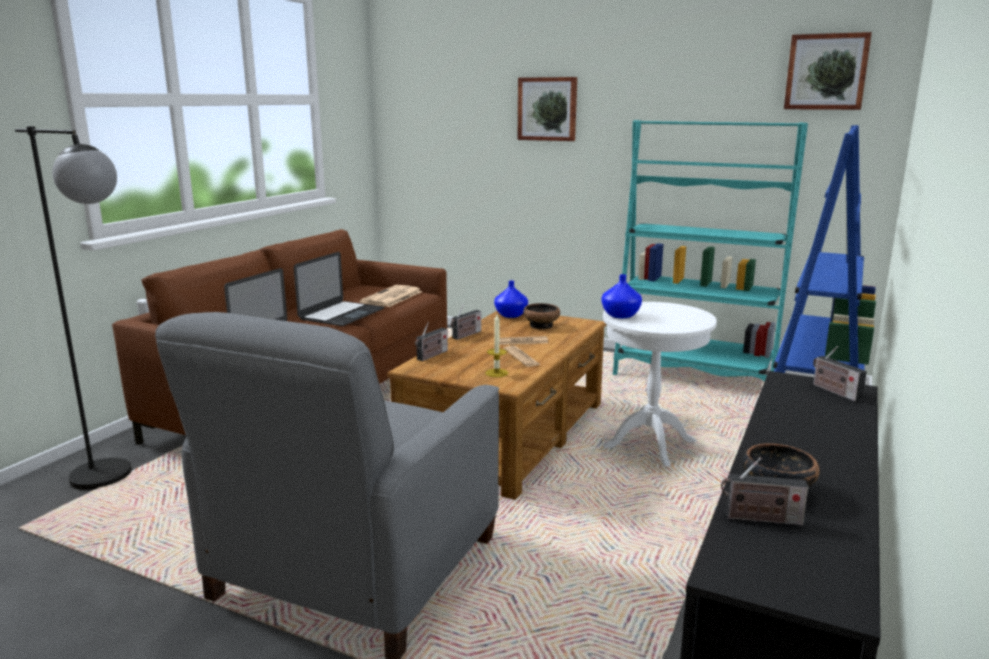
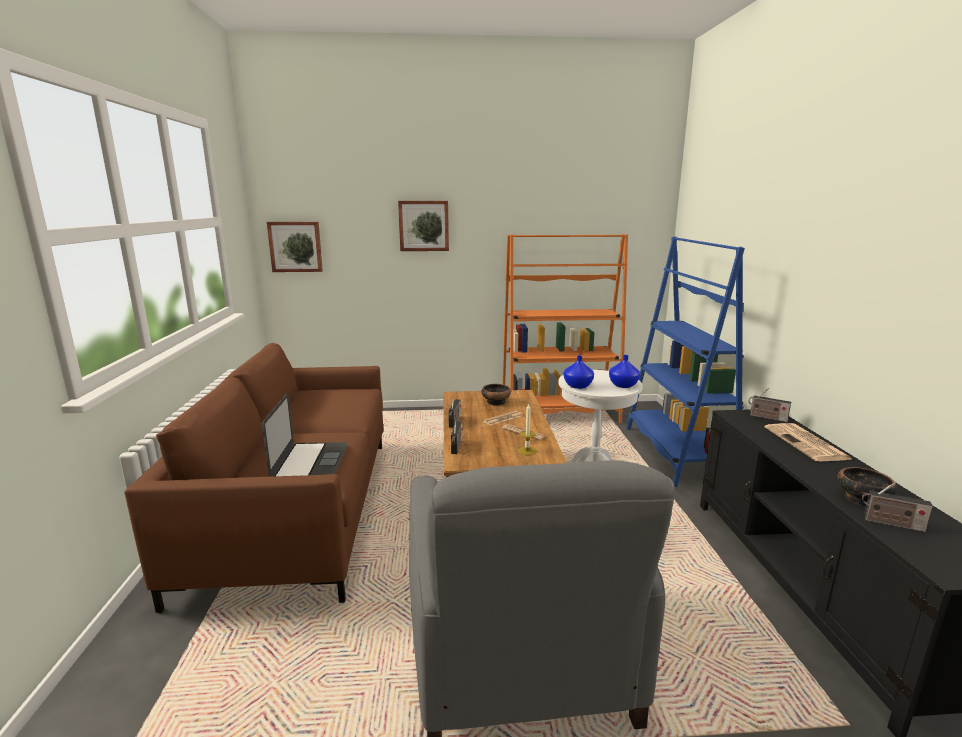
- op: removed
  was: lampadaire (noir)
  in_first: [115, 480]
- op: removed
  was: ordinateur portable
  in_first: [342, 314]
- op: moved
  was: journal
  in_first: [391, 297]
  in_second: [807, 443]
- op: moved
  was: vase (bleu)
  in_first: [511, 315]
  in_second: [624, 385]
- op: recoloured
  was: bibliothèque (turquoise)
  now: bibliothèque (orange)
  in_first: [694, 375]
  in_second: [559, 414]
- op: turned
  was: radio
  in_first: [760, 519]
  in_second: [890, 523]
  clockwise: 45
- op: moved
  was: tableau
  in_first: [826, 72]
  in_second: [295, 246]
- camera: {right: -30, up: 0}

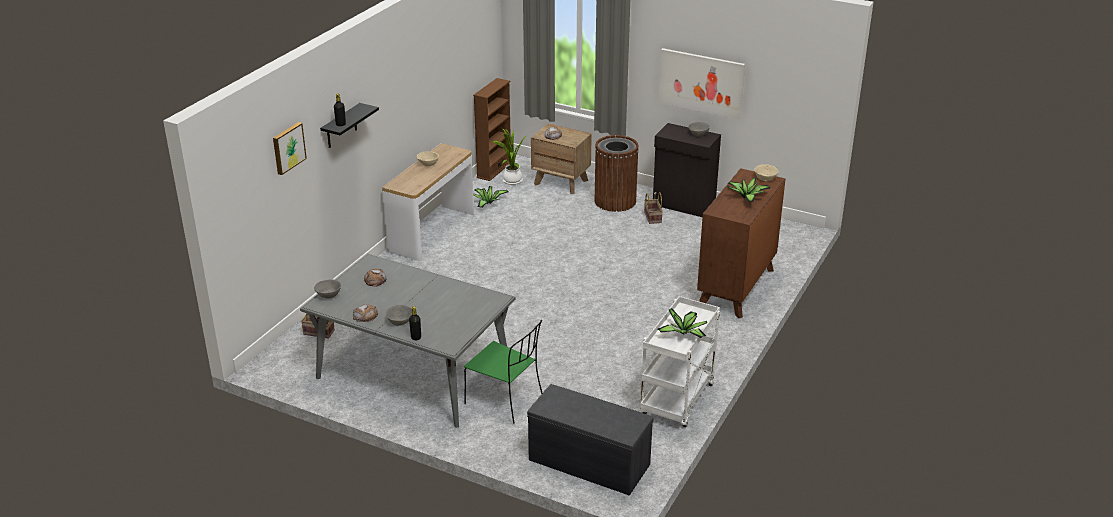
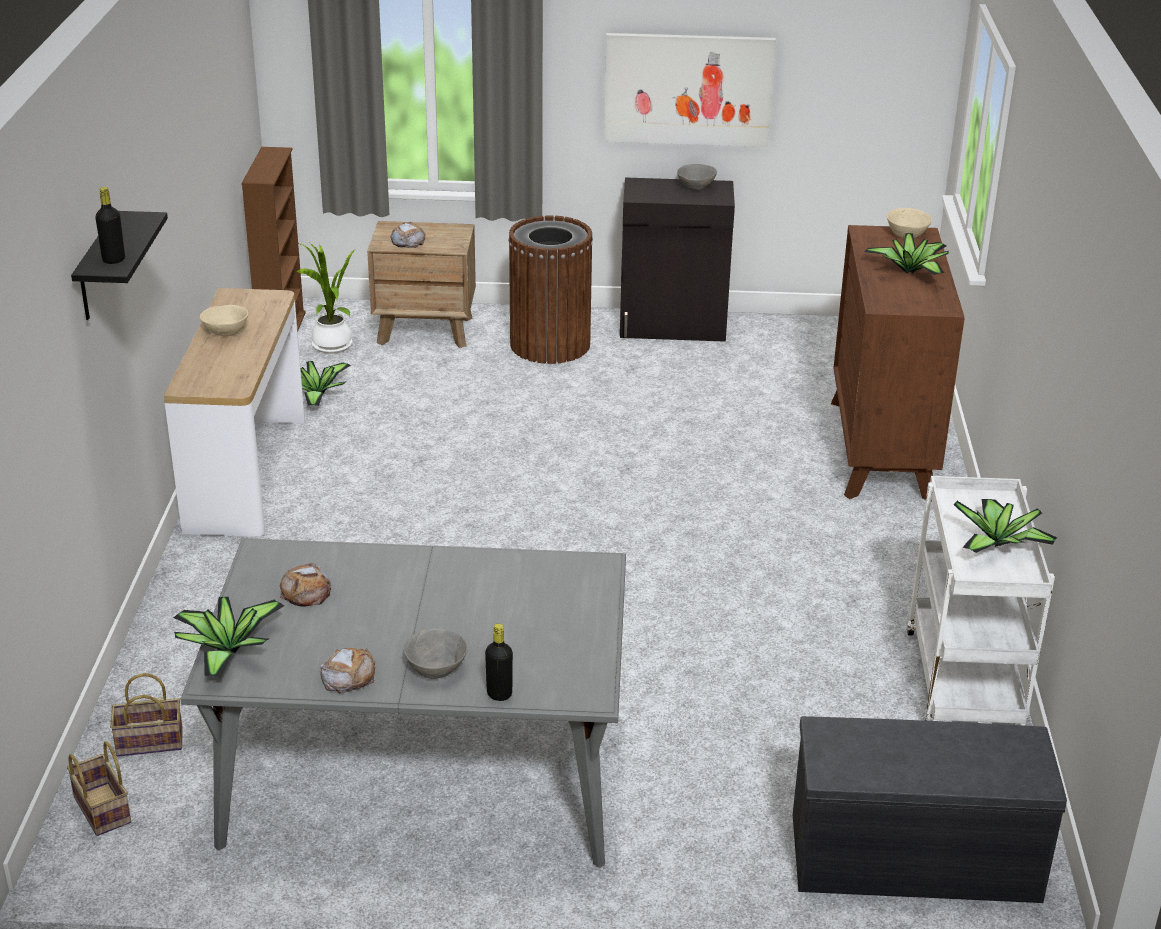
- op: removed
  was: tableau
  in_first: [288, 148]
- op: replaced
  was: bol (gris)
  now: plante en pot
  in_first: [329, 295]
  in_second: [227, 650]
- op: removed
  was: chaise (vert)
  in_first: [505, 400]
- op: moved
  was: panier
  in_first: [652, 217]
  in_second: [100, 809]
- camera: {right: -25, up: 0}

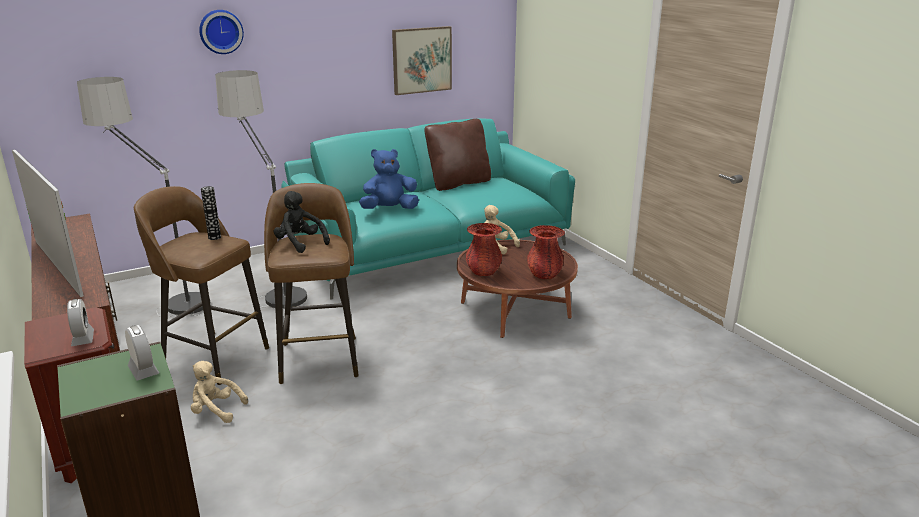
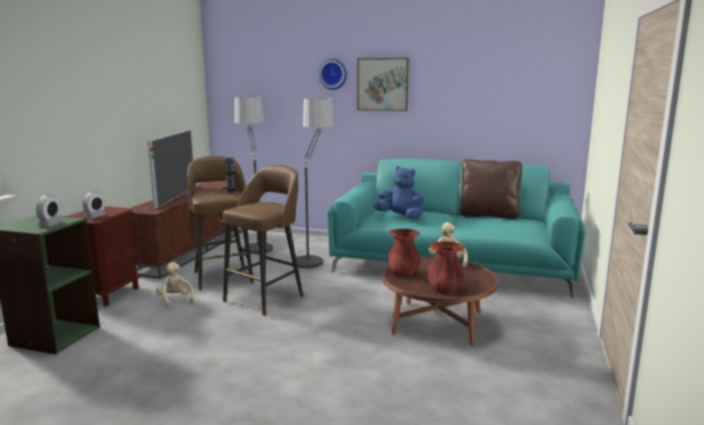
- op: removed
  was: peluche (noir)
  in_first: [300, 243]
- op: moved
  was: tableau
  in_first: [421, 60]
  in_second: [383, 84]
- camera: {right: 45, up: -10}

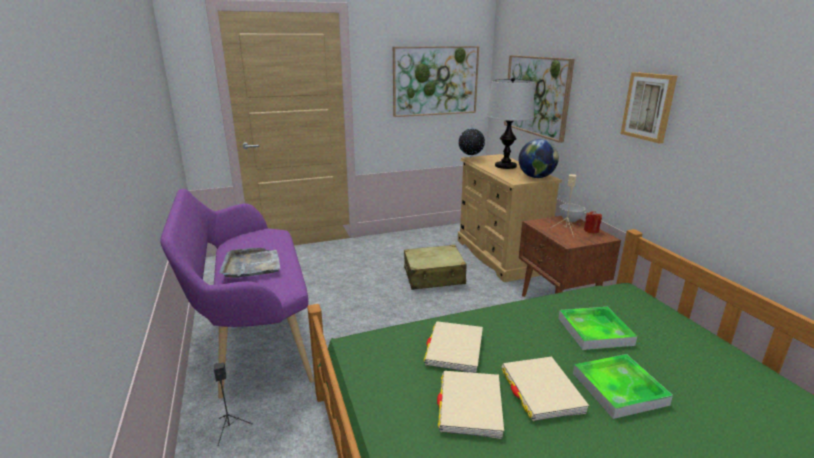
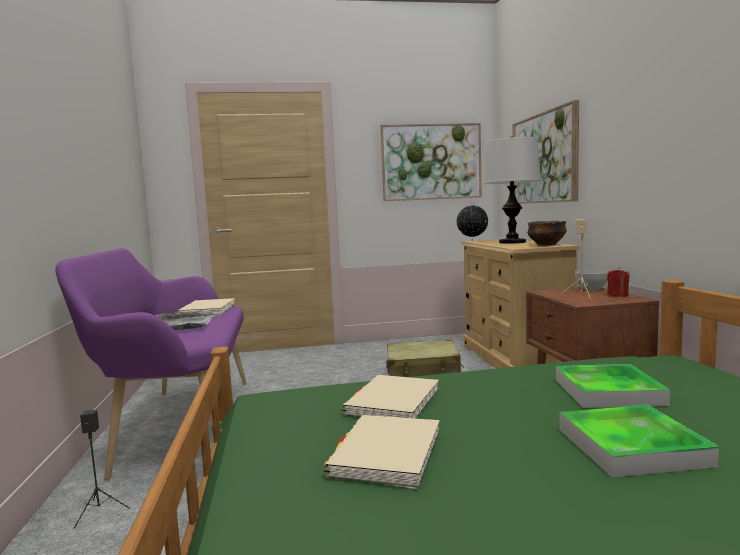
- op: moved
  was: livre (beige)
  in_first: [541, 391]
  in_second: [207, 311]
- op: replaced
  was: globe
  now: bol
  in_first: [536, 177]
  in_second: [546, 245]
- op: removed
  was: tableau
  in_first: [648, 106]
- camera: {right: 10, up: -15}

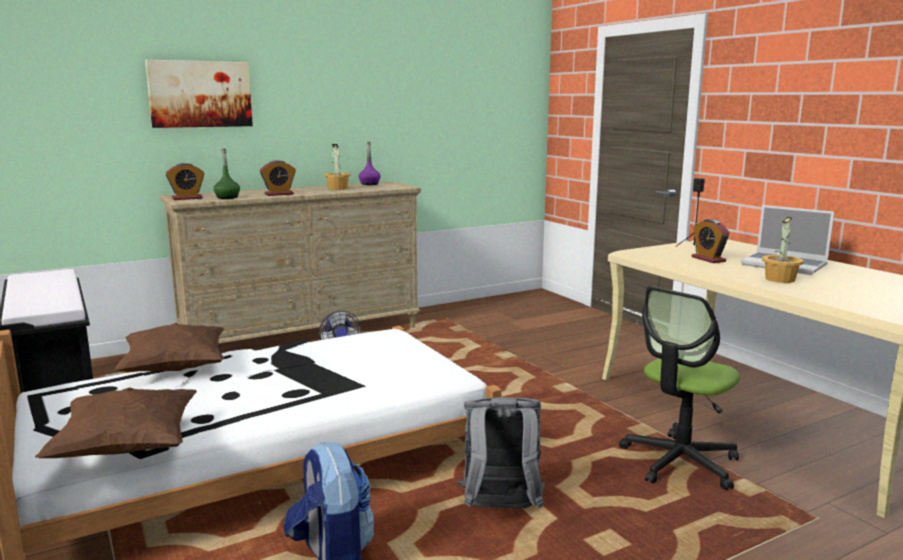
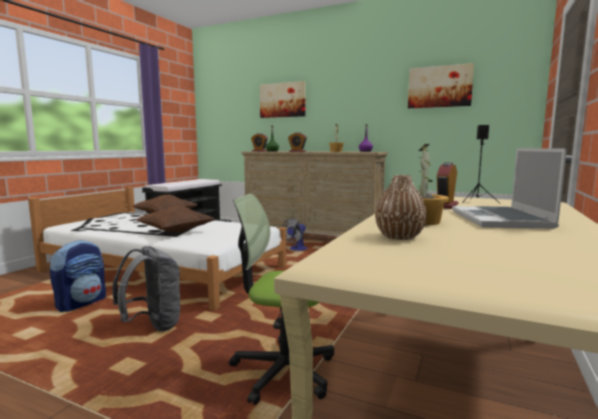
- op: moved
  was: coussin (marron)
  in_first: [127, 448]
  in_second: [176, 232]
- op: added
  now: vase (marron)
  in_second: [399, 237]
- op: added
  now: tableau
  in_second: [439, 87]
- camera: {right: 55, up: -5}

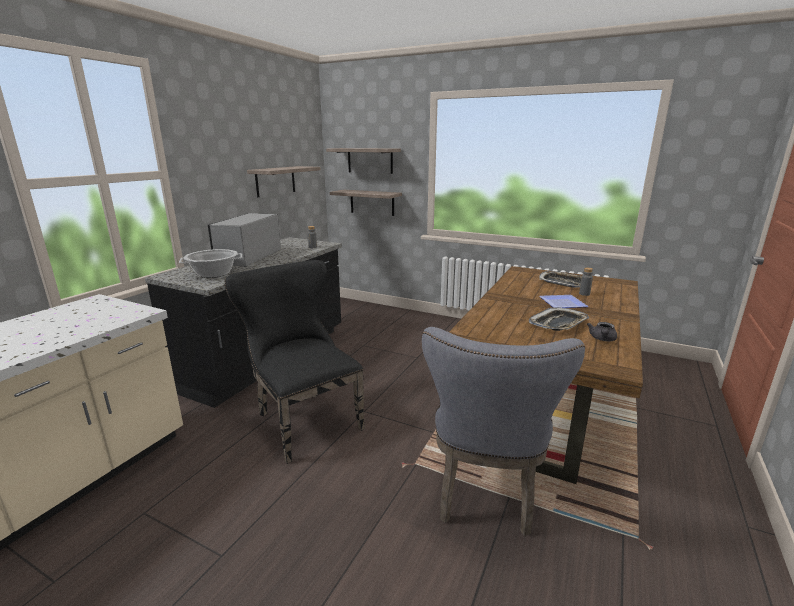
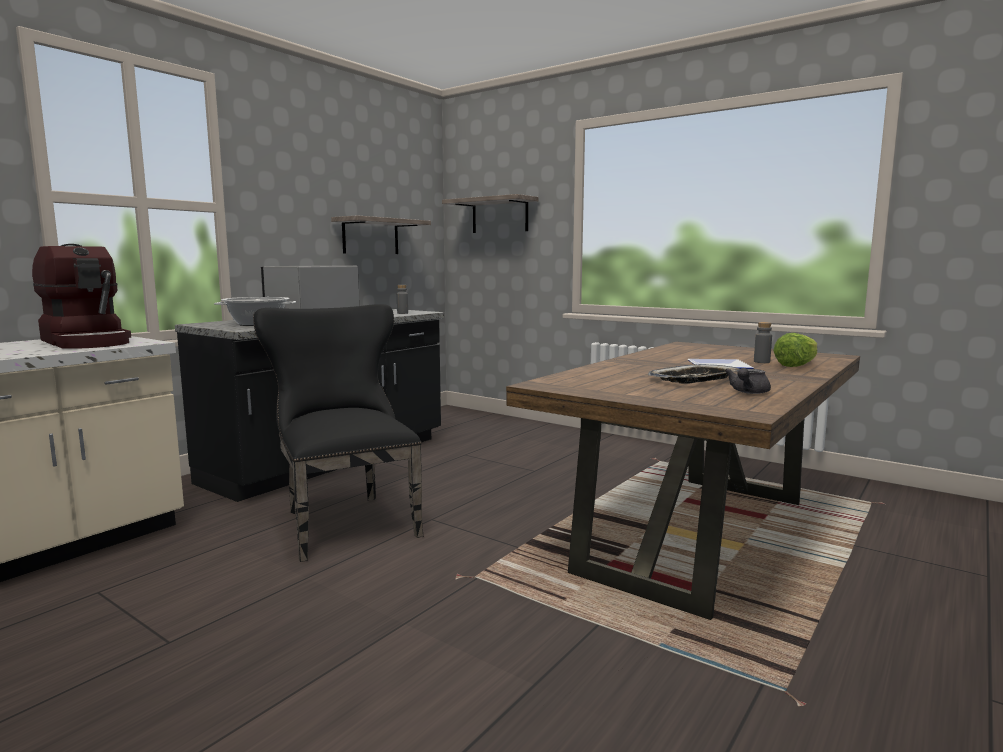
- op: removed
  was: étagère
  in_first: [372, 202]
- op: removed
  was: chaise (gris)
  in_first: [485, 492]
- op: removed
  was: plateau
  in_first: [563, 282]
- op: added
  now: machine à café
  in_second: [88, 342]
- op: added
  now: laitue
  in_second: [796, 365]
- camera: {right: 10, up: -10}

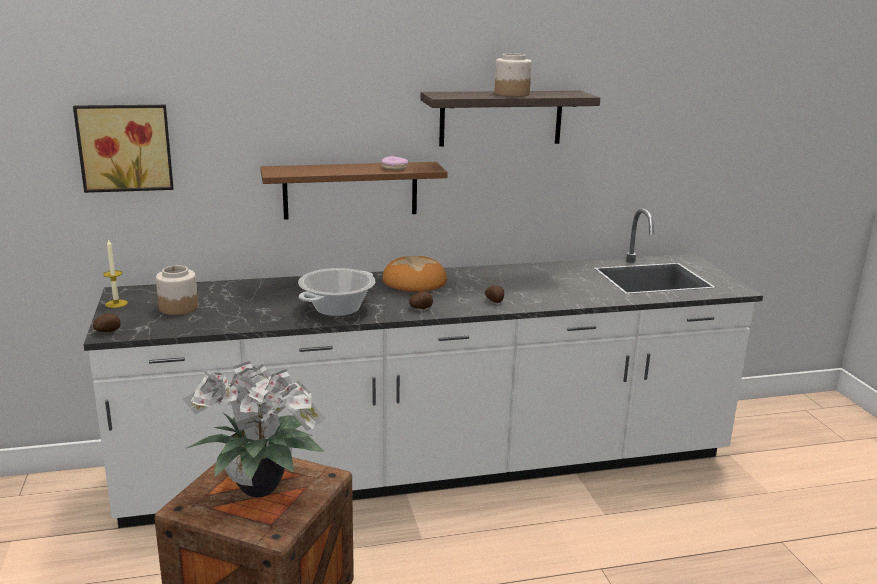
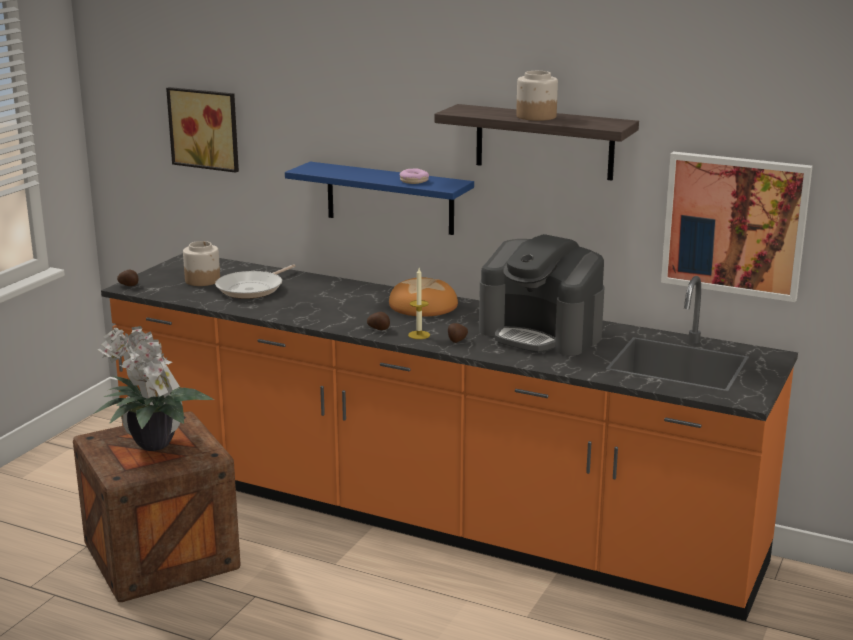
- op: recoloured
  was: comptoir de cuisine (blanc)
  now: comptoir de cuisine (orange)
  in_first: [433, 469]
  in_second: [426, 516]
- op: moved
  was: bougie
  in_first: [116, 304]
  in_second: [419, 335]
- op: recoloured
  was: étagère (marron)
  now: étagère (bleu)
  in_first: [350, 190]
  in_second: [389, 198]
- op: removed
  was: marmite
  in_first: [337, 308]
- op: added
  now: poêle
  in_second: [253, 288]
- op: added
  now: machine à café
  in_second: [541, 333]
- op: added
  now: tableau
  in_second: [734, 225]
- camera: {right: 40, up: 0}

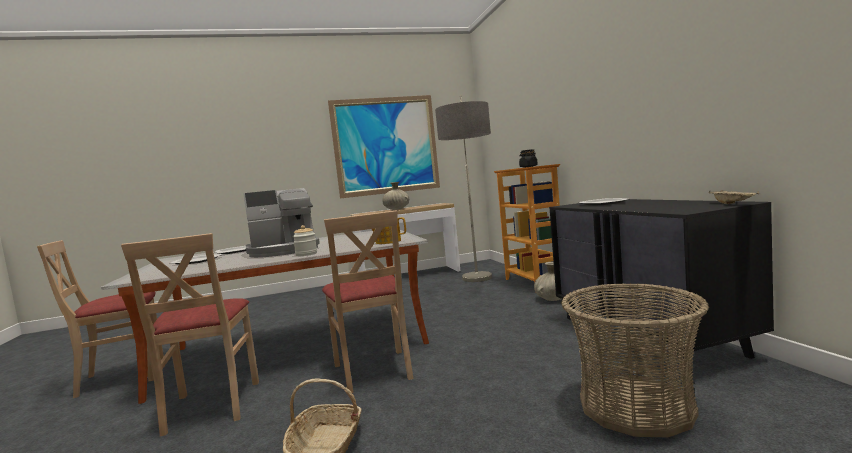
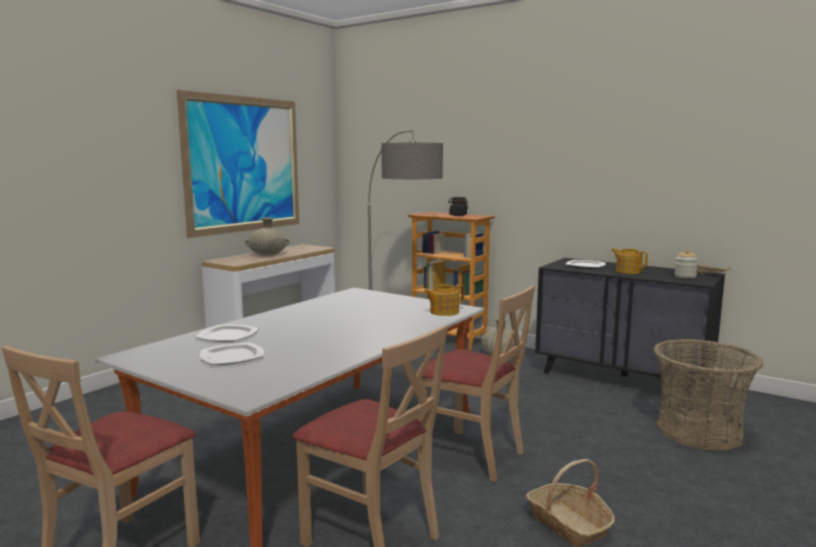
- op: removed
  was: machine à café
  in_first: [284, 251]
- op: moved
  was: bocal
  in_first: [306, 254]
  in_second: [685, 276]
- op: added
  now: théière
  in_second: [628, 271]
- camera: {right: -40, up: 5}

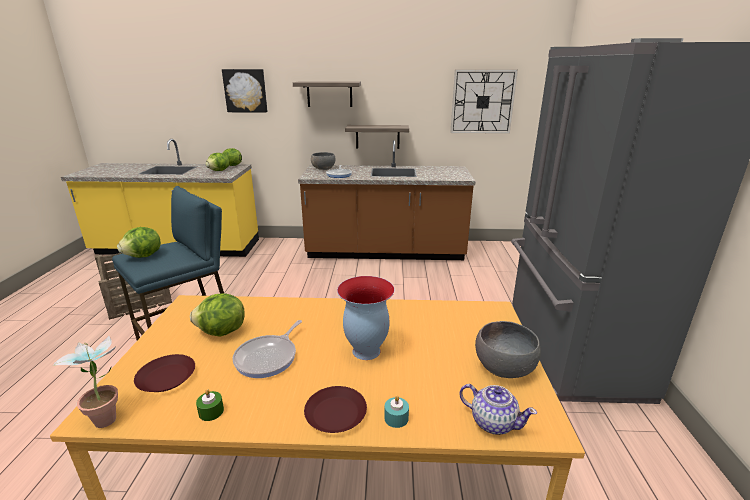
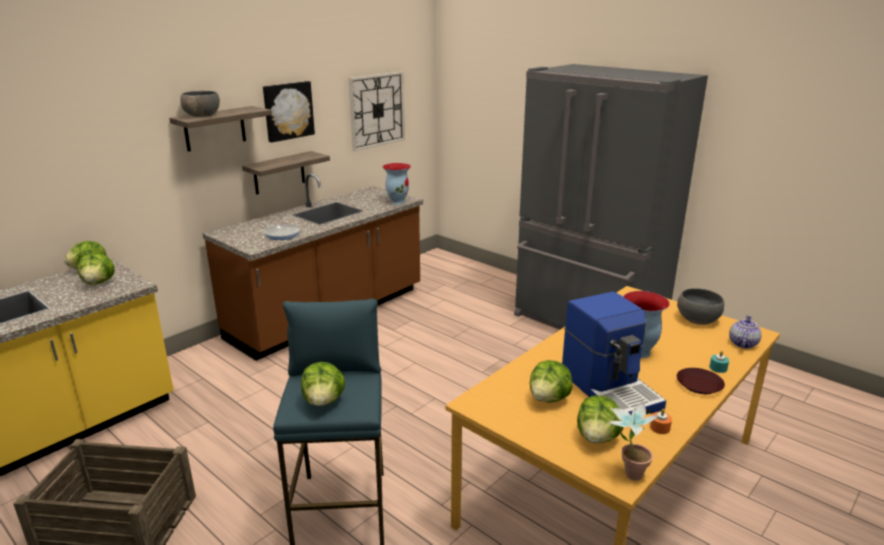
- op: replaced
  was: assiette (marron)
  now: laitue
  in_first: [167, 378]
  in_second: [598, 437]
- op: recoloured
  was: bougie (vert)
  now: bougie (orange)
  in_first: [211, 411]
  in_second: [660, 428]
- op: moved
  was: tableau
  in_first: [245, 90]
  in_second: [288, 111]
- op: replaced
  was: poêle
  now: machine à café
  in_first: [268, 357]
  in_second: [610, 389]
- op: moved
  was: bol (gris)
  in_first: [323, 168]
  in_second: [202, 115]
- op: turned
  was: théière
  in_first: [493, 422]
  in_second: [742, 343]
  clockwise: -45
- op: added
  now: vase
  in_second: [397, 202]
- camera: {right: -50, up: 0}

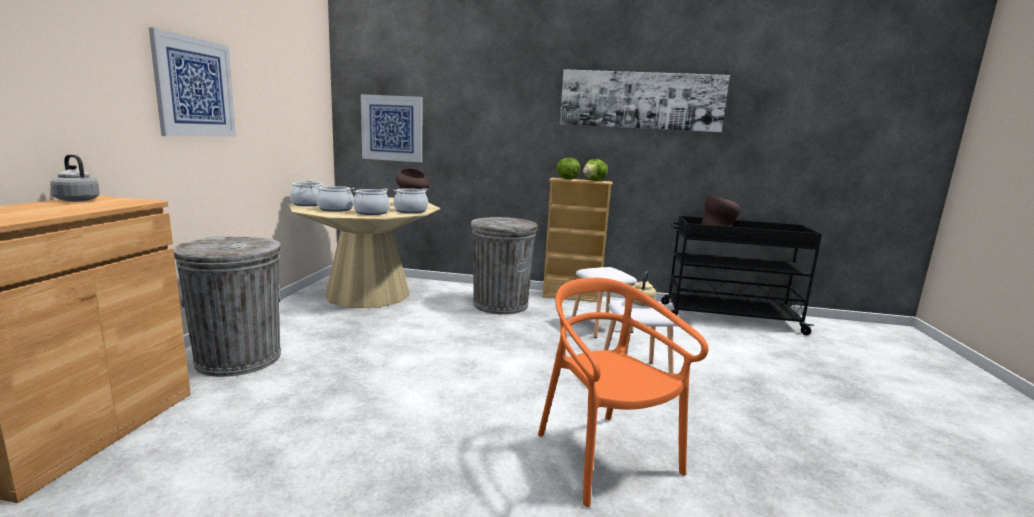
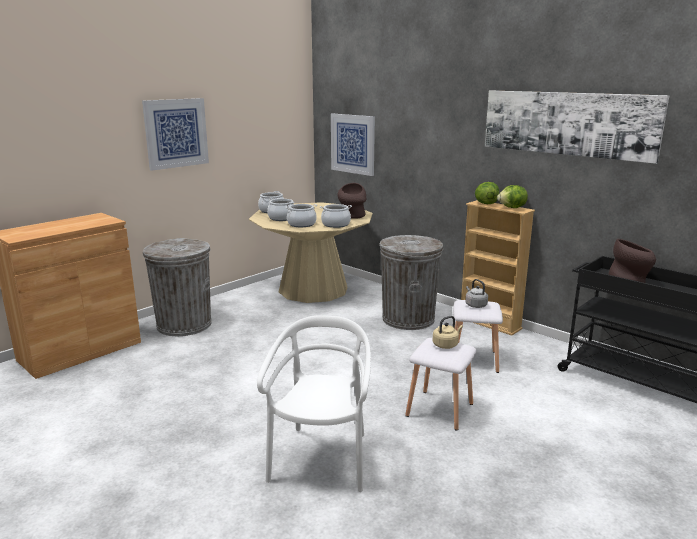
- op: moved
  was: bouilloire (gris)
  in_first: [76, 200]
  in_second: [475, 305]
- op: recoloured
  was: chaise (orange)
  now: chaise (blanc)
  in_first: [605, 457]
  in_second: [322, 459]
- camera: {right: 35, up: 5}

